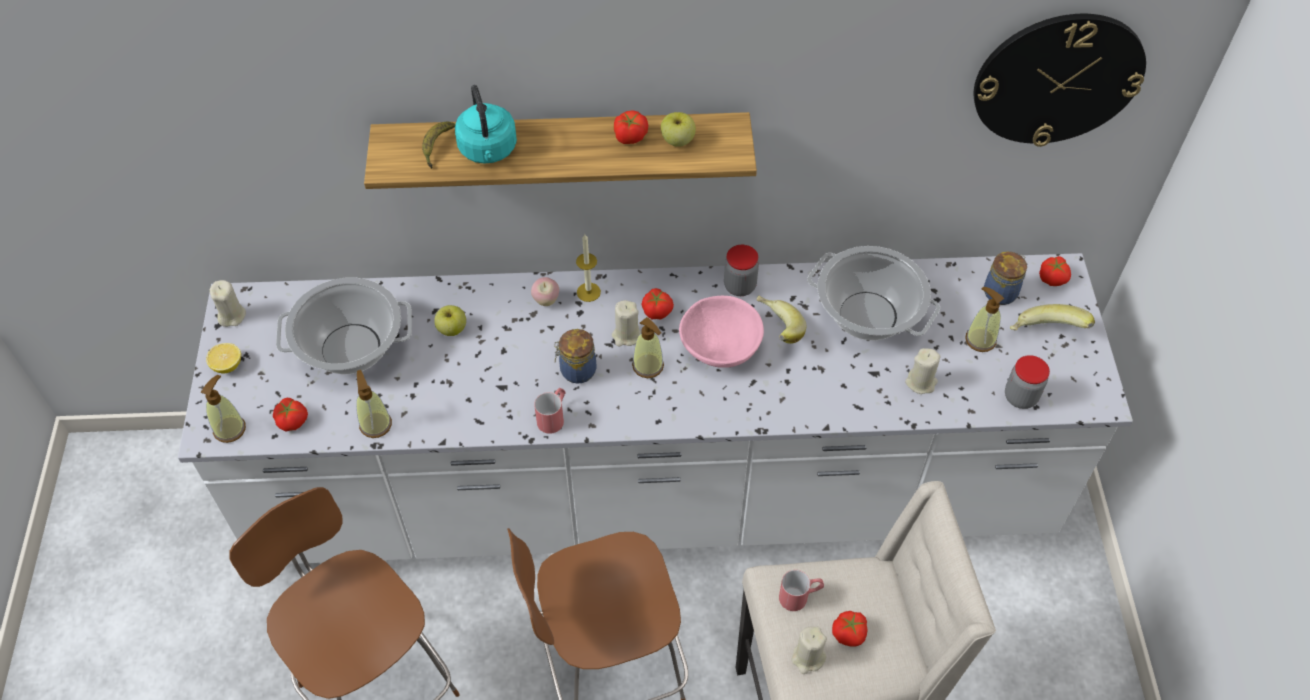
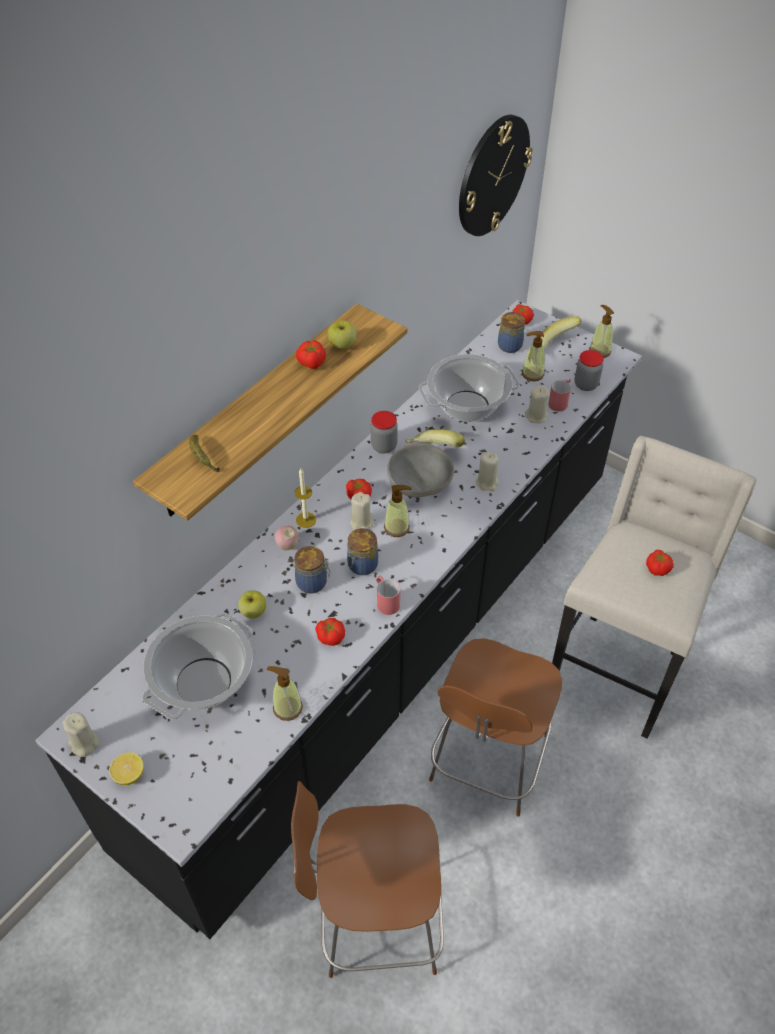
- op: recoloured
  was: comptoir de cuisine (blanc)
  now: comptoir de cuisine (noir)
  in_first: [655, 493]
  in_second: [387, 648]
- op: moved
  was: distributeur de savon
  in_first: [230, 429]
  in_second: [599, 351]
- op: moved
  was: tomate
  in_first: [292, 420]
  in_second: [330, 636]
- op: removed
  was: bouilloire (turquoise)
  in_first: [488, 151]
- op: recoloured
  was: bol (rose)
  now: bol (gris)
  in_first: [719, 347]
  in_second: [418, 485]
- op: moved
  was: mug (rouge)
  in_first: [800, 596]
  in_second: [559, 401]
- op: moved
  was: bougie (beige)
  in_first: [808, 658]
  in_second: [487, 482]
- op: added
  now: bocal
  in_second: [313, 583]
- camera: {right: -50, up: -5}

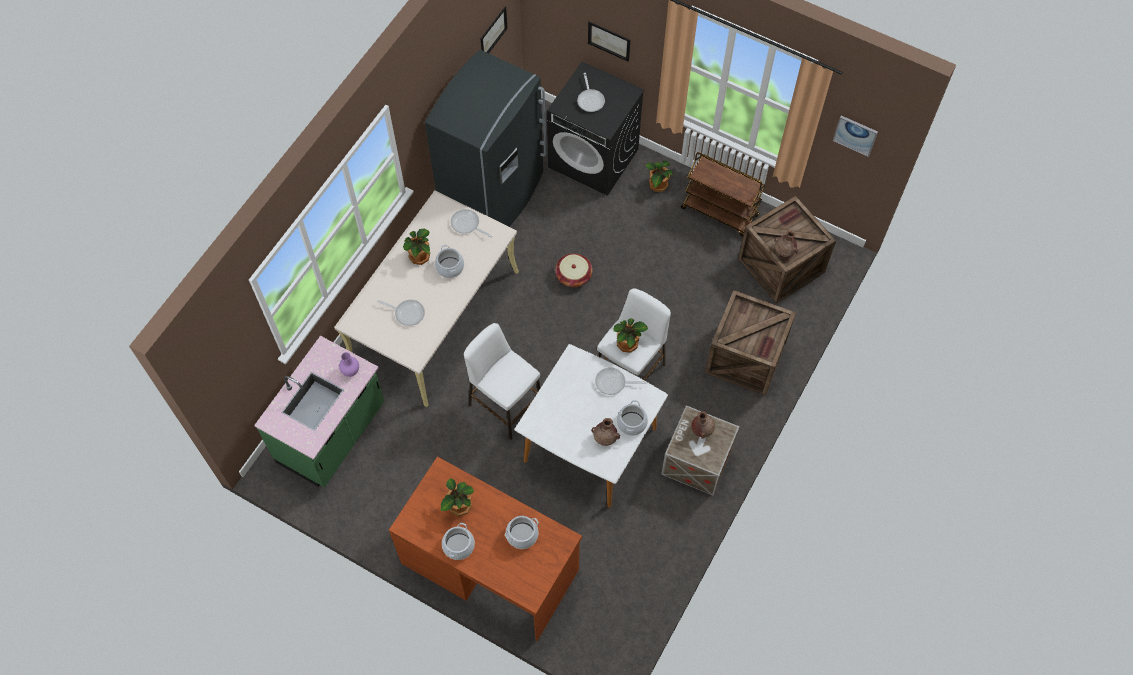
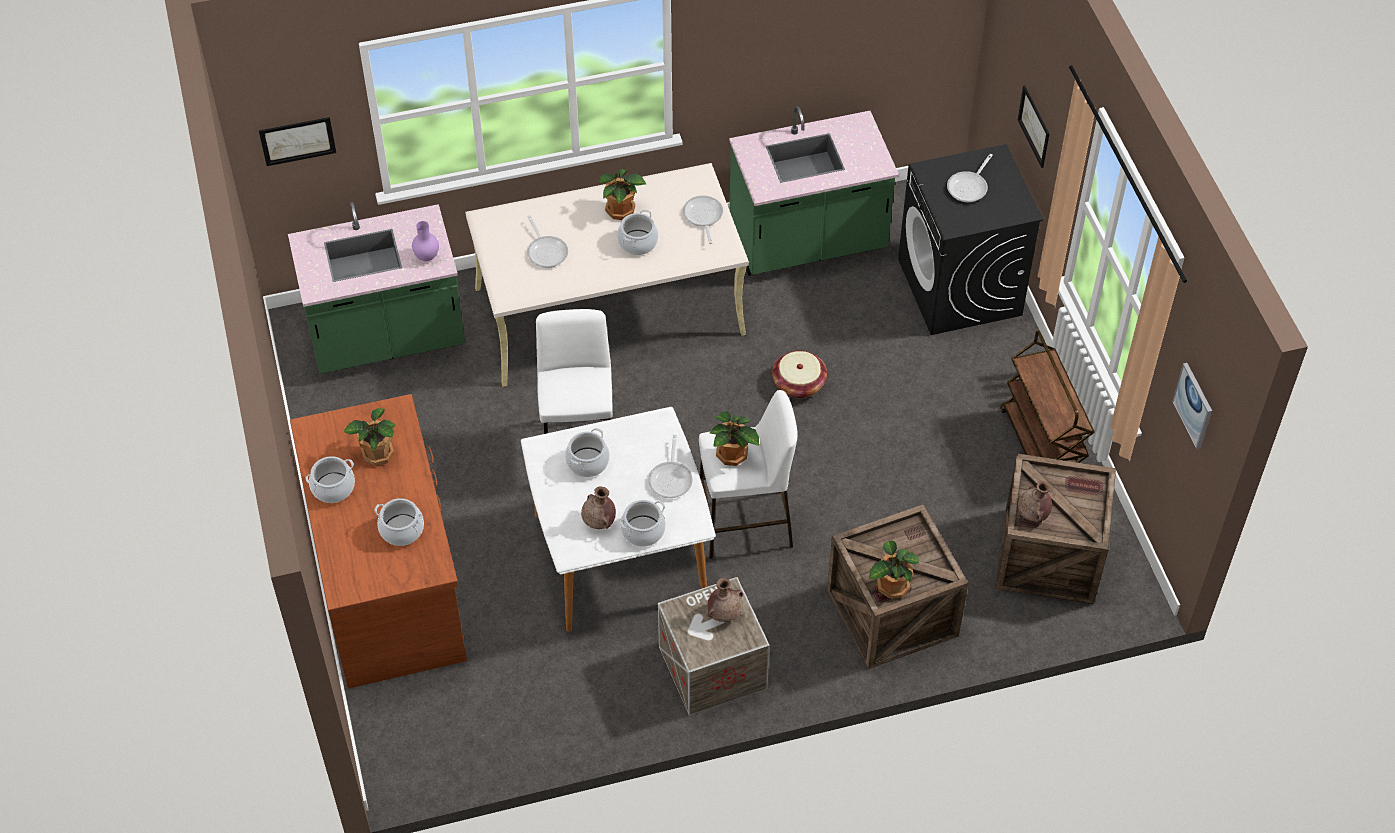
- op: replaced
  was: réfrigérateur (gris)
  now: comptoir de cuisine (vert)
  in_first: [494, 194]
  in_second: [808, 243]
- op: moved
  was: tableau
  in_first: [493, 33]
  in_second: [297, 141]
- op: turned
  was: poêle
  in_first: [613, 383]
  in_second: [671, 478]
  clockwise: -135
- op: moved
  was: plante en pot
  in_first: [657, 185]
  in_second: [891, 586]
- op: added
  now: marmite
  in_second: [587, 462]
- camera: {right: 45, up: -10}

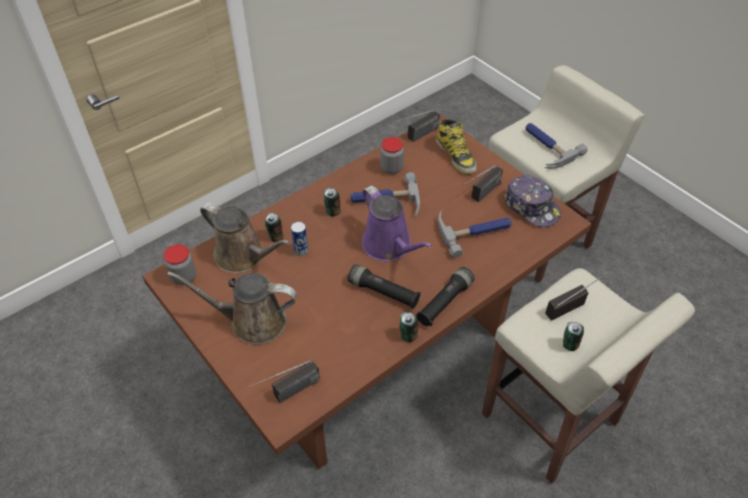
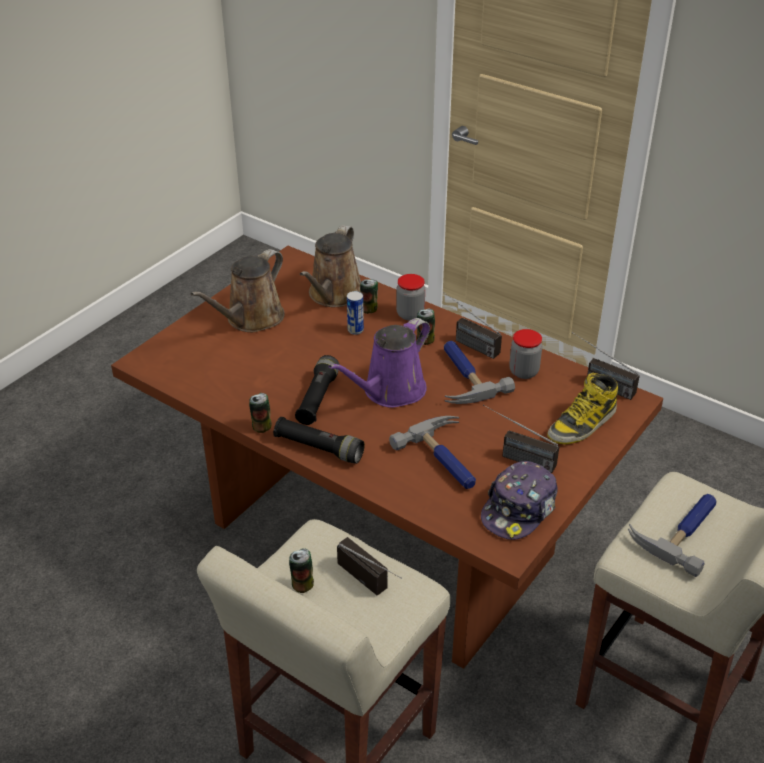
- op: moved
  was: bocal
  in_first: [183, 277]
  in_second: [410, 314]
- op: turned
  was: arrosoir (marron)
  in_first: [252, 321]
  in_second: [251, 319]
  clockwise: -135
- op: moved
  was: radio
  in_first: [286, 394]
  in_second: [466, 342]
- camera: {right: 75, up: -10}

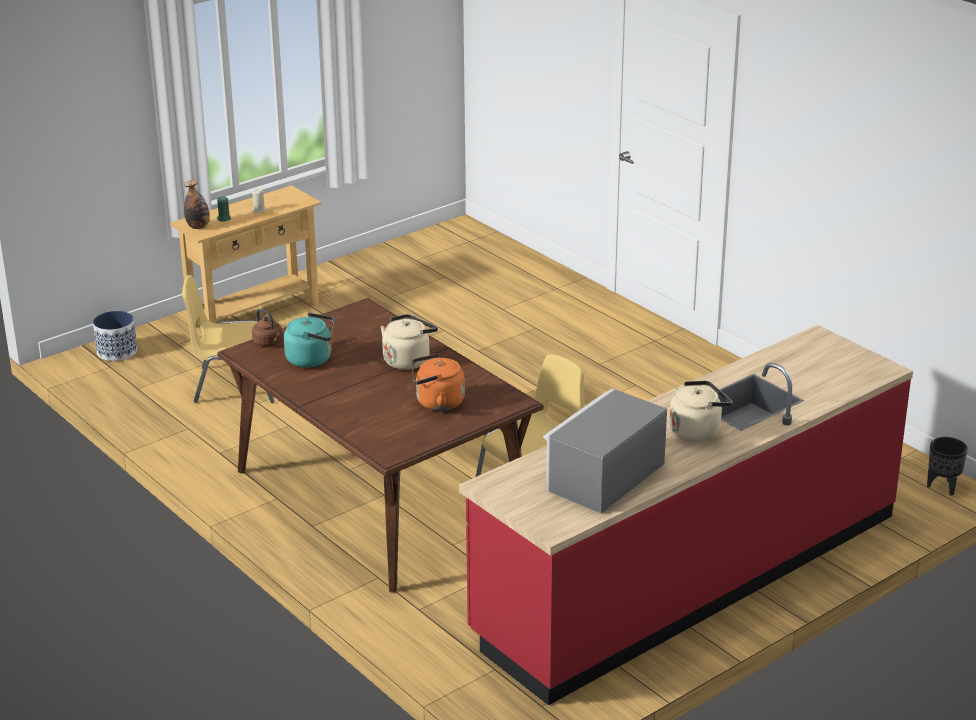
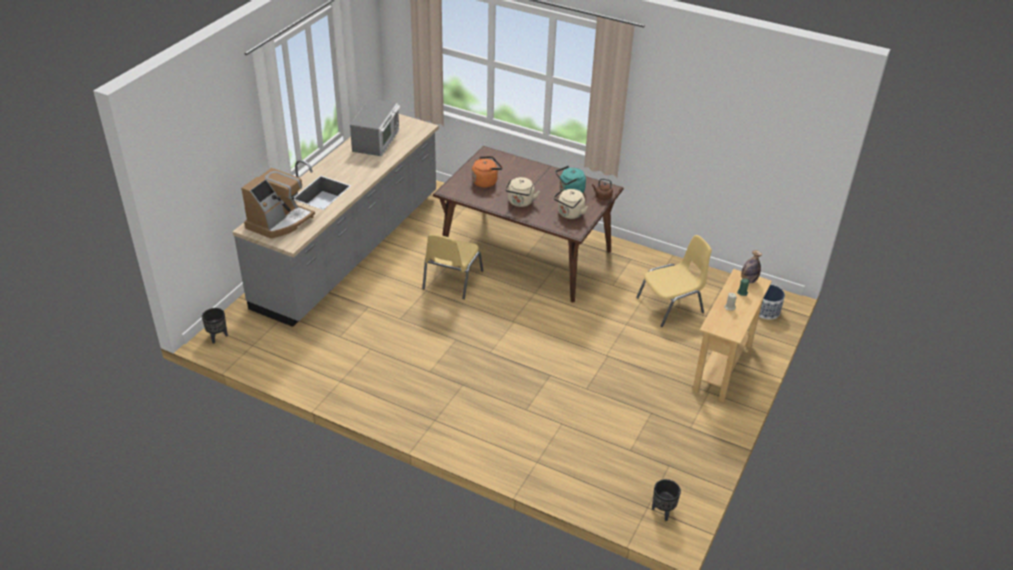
- op: recoloured
  was: comptoir de cuisine (rouge)
  now: comptoir de cuisine (gris)
  in_first: [688, 574]
  in_second: [350, 249]
- op: moved
  was: bouilloire (beige)
  in_first: [697, 431]
  in_second: [569, 214]
- op: added
  now: machine à café
  in_second: [279, 222]
- op: added
  now: cache-pot (noir)
  in_second: [663, 512]
- camera: {right: 155, up: 10}

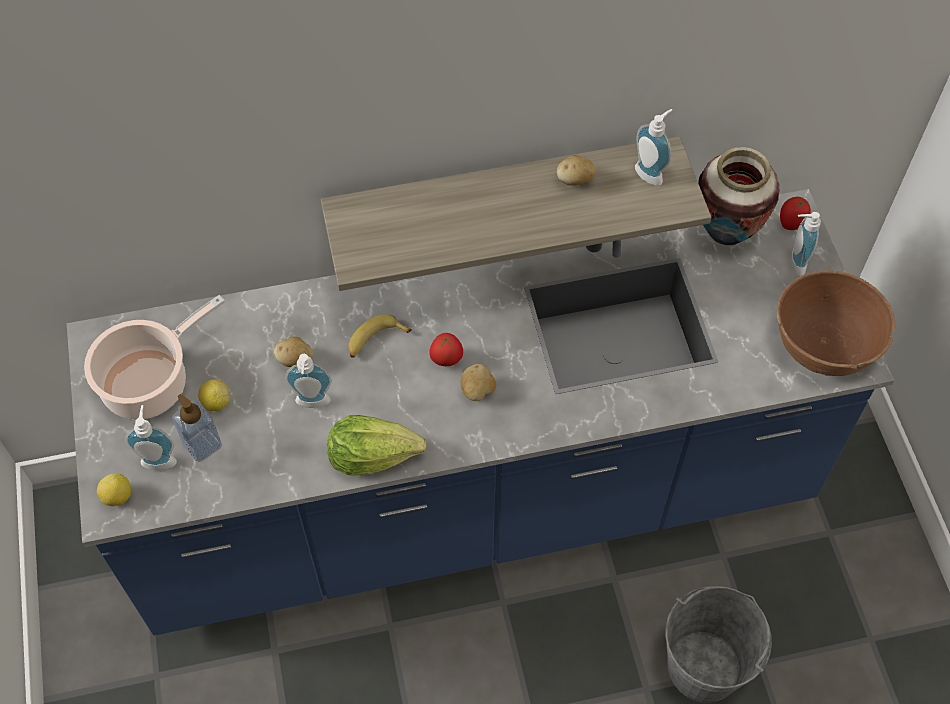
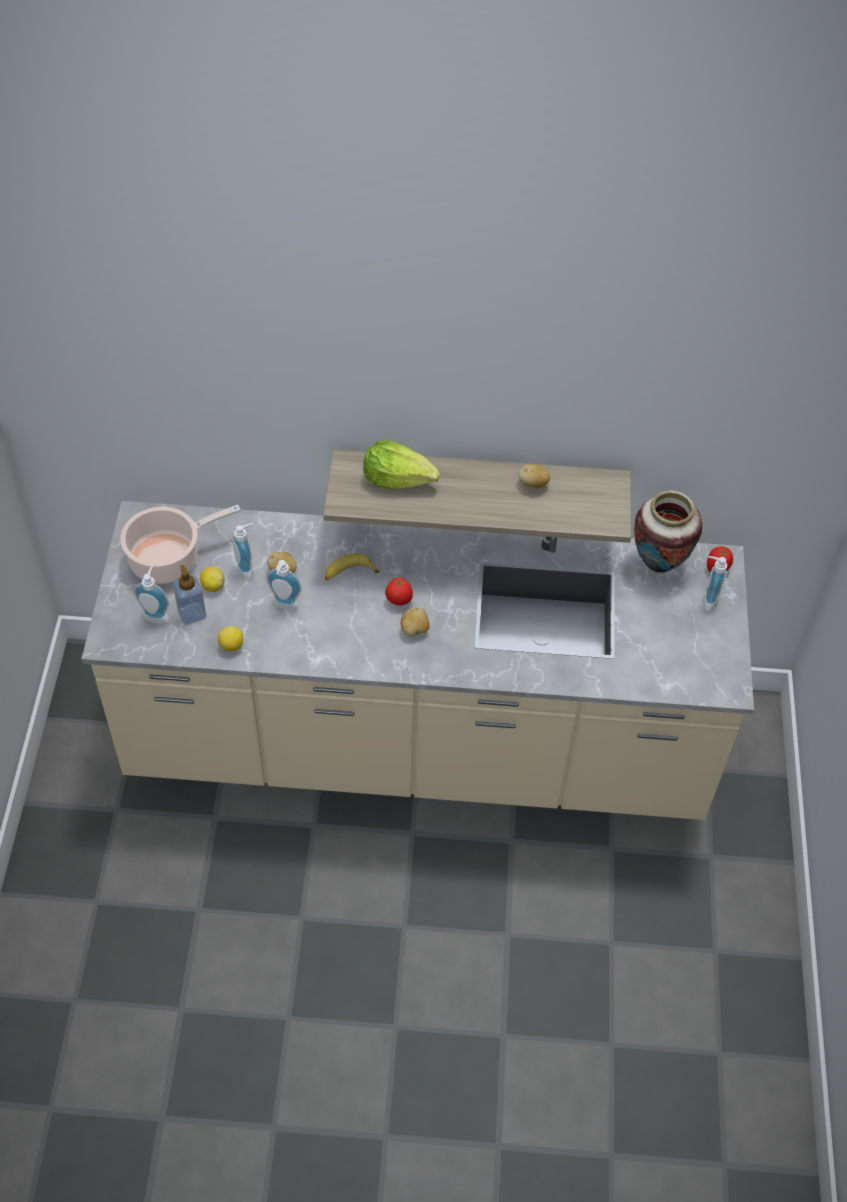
- op: recoloured
  was: comptoir de cuisine (bleu)
  now: comptoir de cuisine (beige)
  in_first: [475, 497]
  in_second: [417, 744]
- op: moved
  was: citron
  in_first: [117, 497]
  in_second: [231, 646]
- op: moved
  was: laitue
  in_first: [373, 455]
  in_second: [398, 479]
- op: moved
  was: distributeur de savon
  in_first: [651, 172]
  in_second: [247, 568]
- op: removed
  was: seau (gris)
  in_first: [704, 666]
- op: removed
  was: bol (marron)
  in_first: [824, 344]
- camera: {right: 15, up: -5}

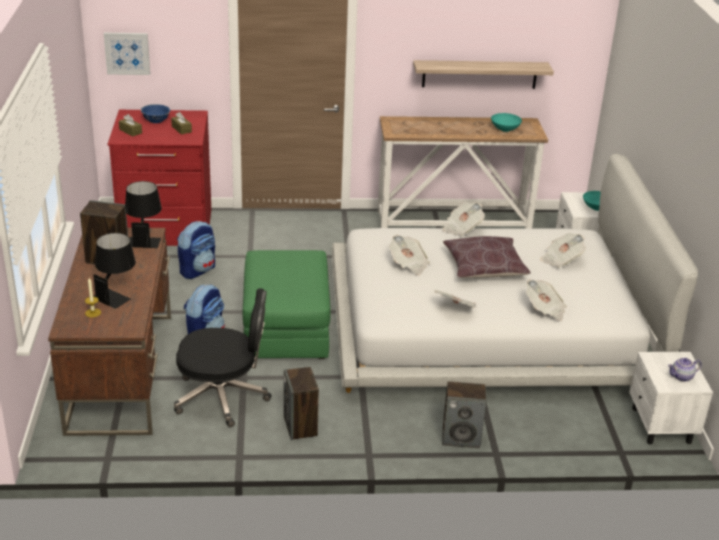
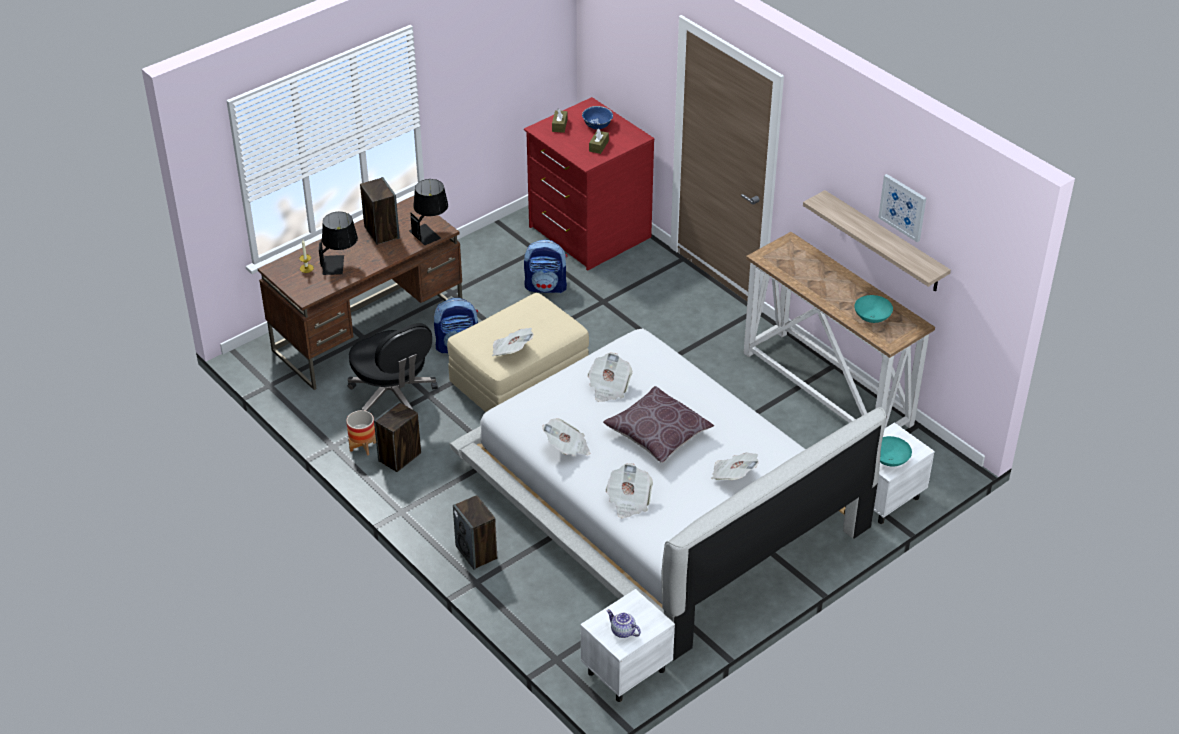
- op: moved
  was: tableau
  in_first: [127, 53]
  in_second: [903, 207]
- op: recoloured
  was: pouf (vert)
  now: pouf (beige)
  in_first: [286, 328]
  in_second: [519, 381]
- op: moved
  was: journal
  in_first: [462, 228]
  in_second: [511, 351]
- op: added
  now: cache-pot
  in_second: [363, 446]
- camera: {right: 55, up: 10}

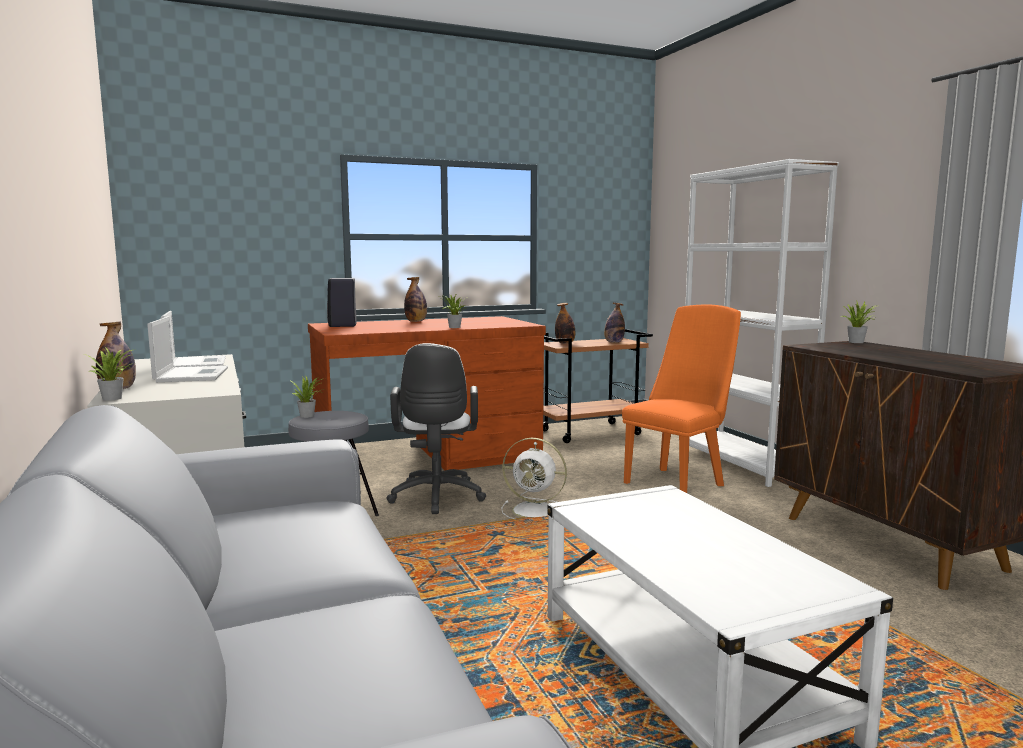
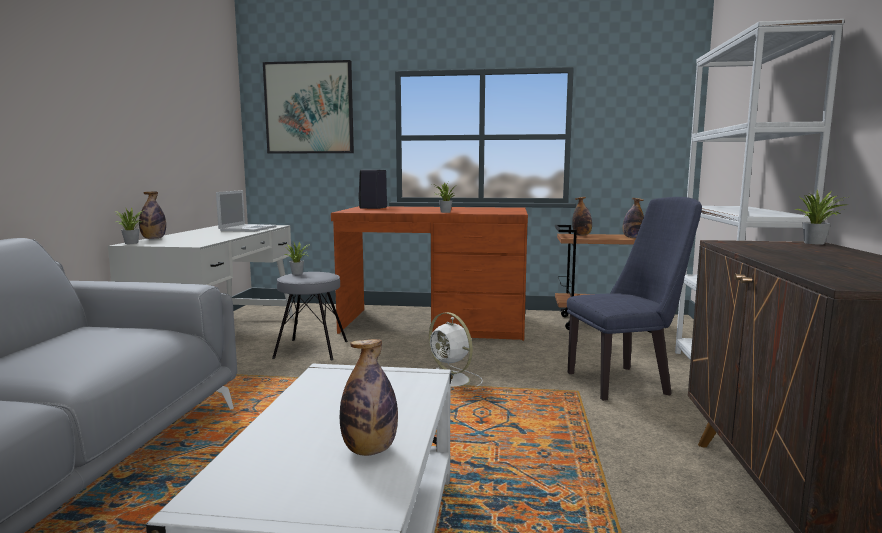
- op: removed
  was: ordinateur portable
  in_first: [192, 375]
- op: removed
  was: chaise de bureau (blanc)
  in_first: [436, 498]
- op: moved
  was: bouteille
  in_first: [416, 321]
  in_second: [369, 450]
- op: recoloured
  was: chaise (orange)
  now: chaise (bleu)
  in_first: [678, 482]
  in_second: [625, 382]
- op: added
  now: tableau
  in_second: [309, 108]
- camera: {right: 30, up: 0}

